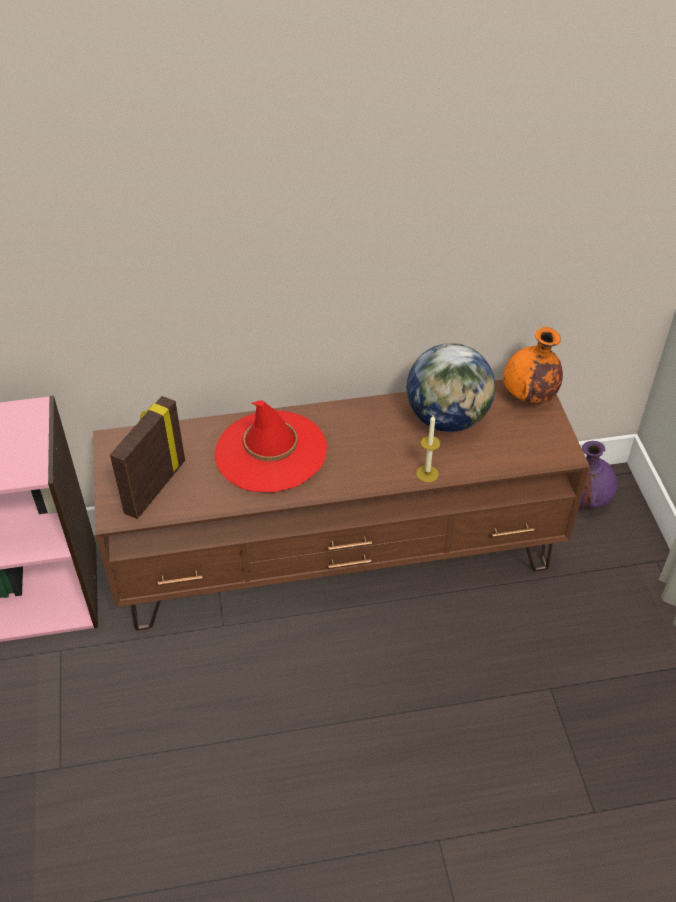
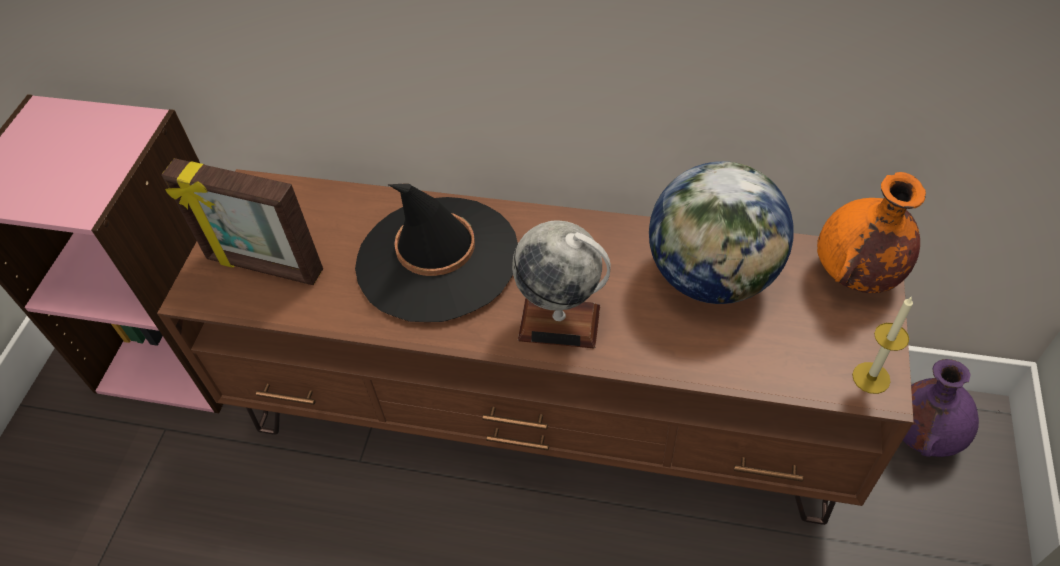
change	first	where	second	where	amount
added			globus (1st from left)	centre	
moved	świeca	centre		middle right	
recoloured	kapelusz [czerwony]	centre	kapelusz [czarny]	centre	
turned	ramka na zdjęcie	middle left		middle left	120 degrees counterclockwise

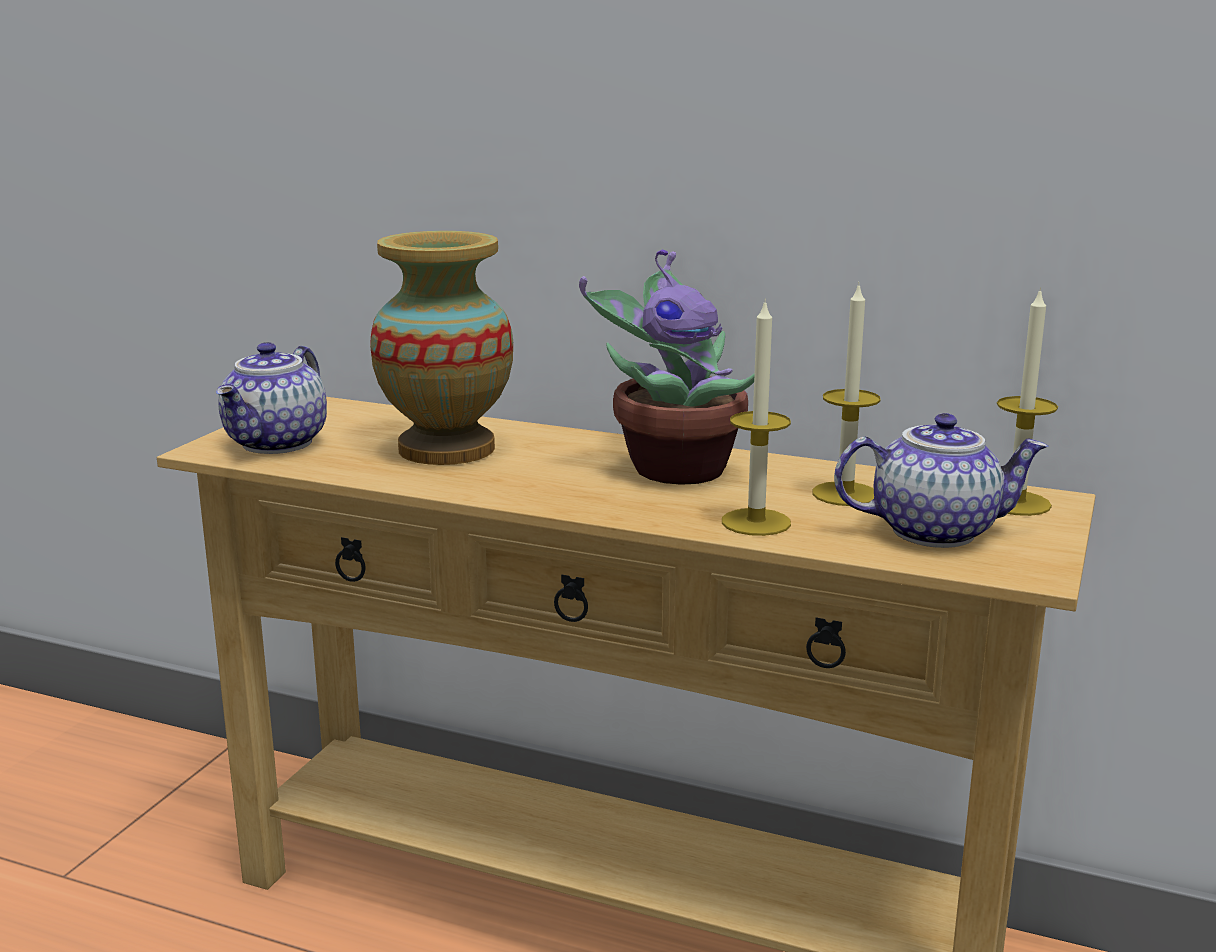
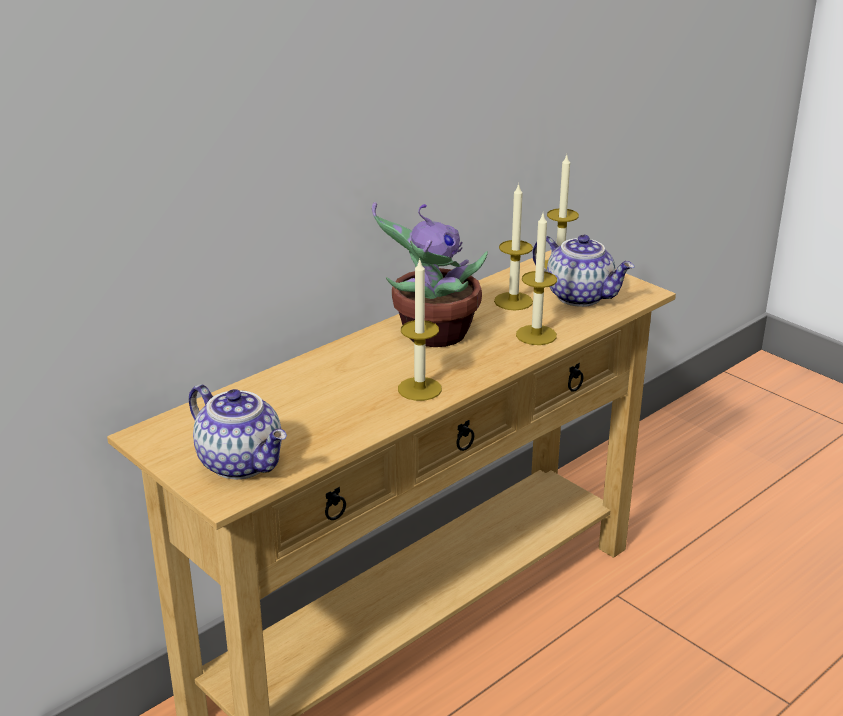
change	first	where	second	where	amount
removed	wazon	centre			
added			świeca (1st from left)	centre	
turned	imbryk (2nd from left)	middle right		middle right	105 degrees clockwise

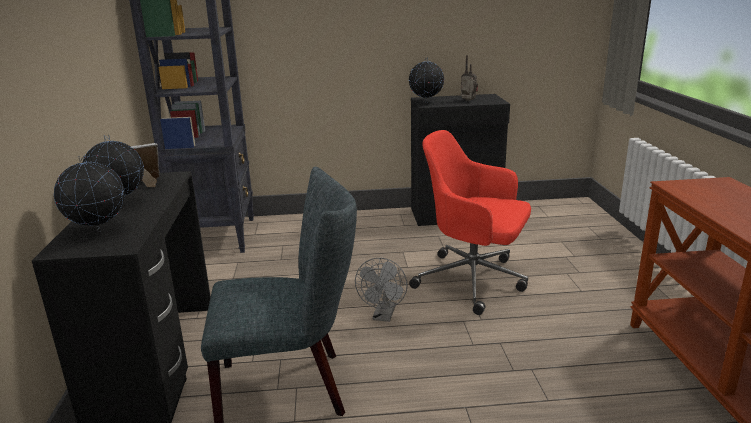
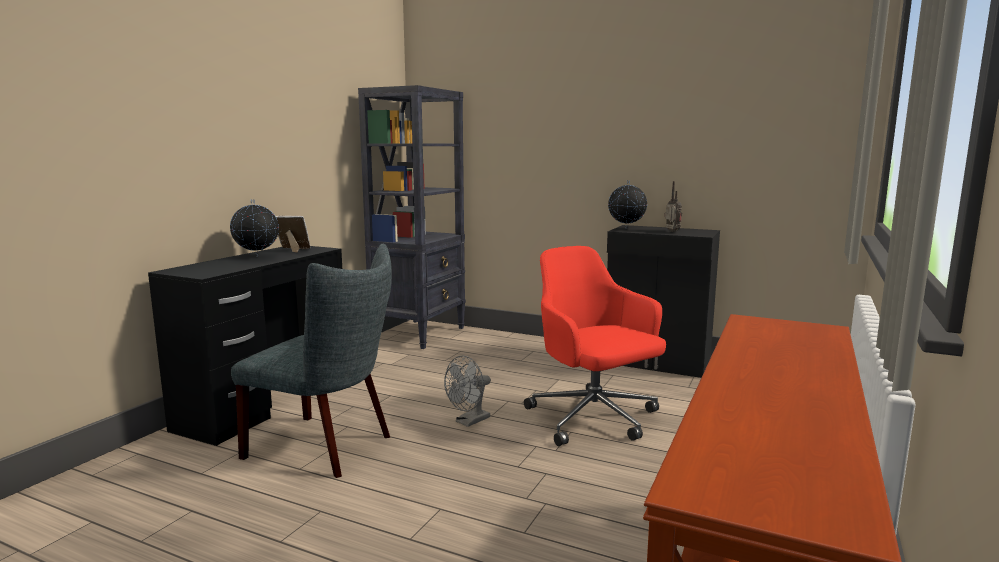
change	first	where	second	where	amount
removed	globus (1st from left)	middle left			

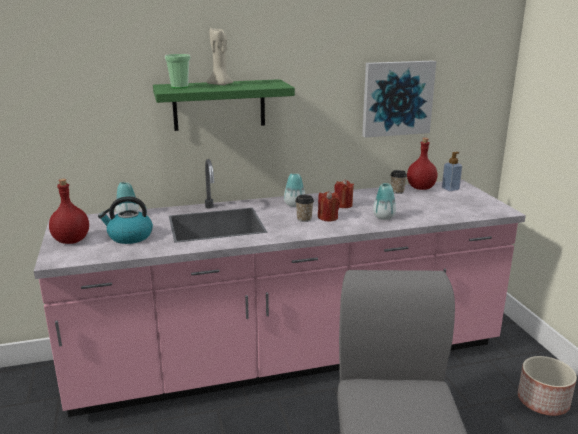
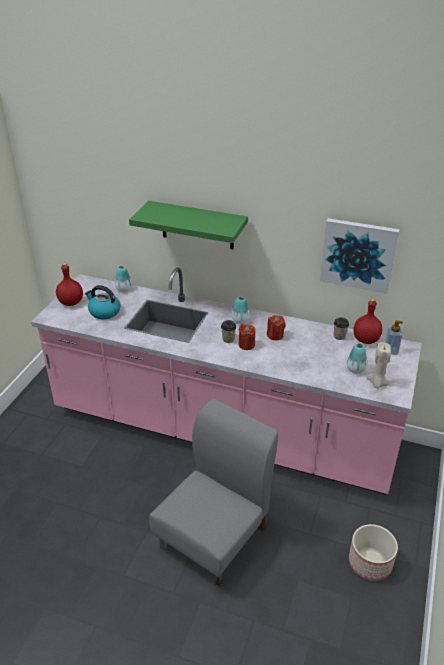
change	first	where	second	where	amount
removed	filiżanka (1st from left)	top left			
moved	świeca [beżowy]	top centre		middle right	
moved	wazon (3rd from left)	centre		middle right	

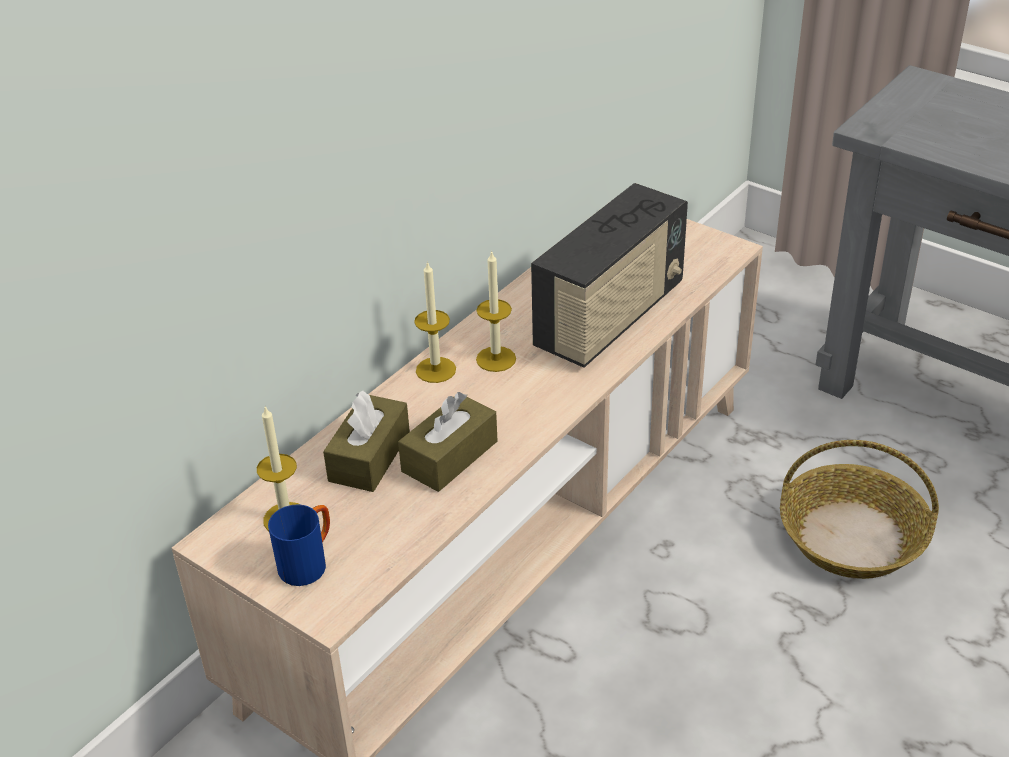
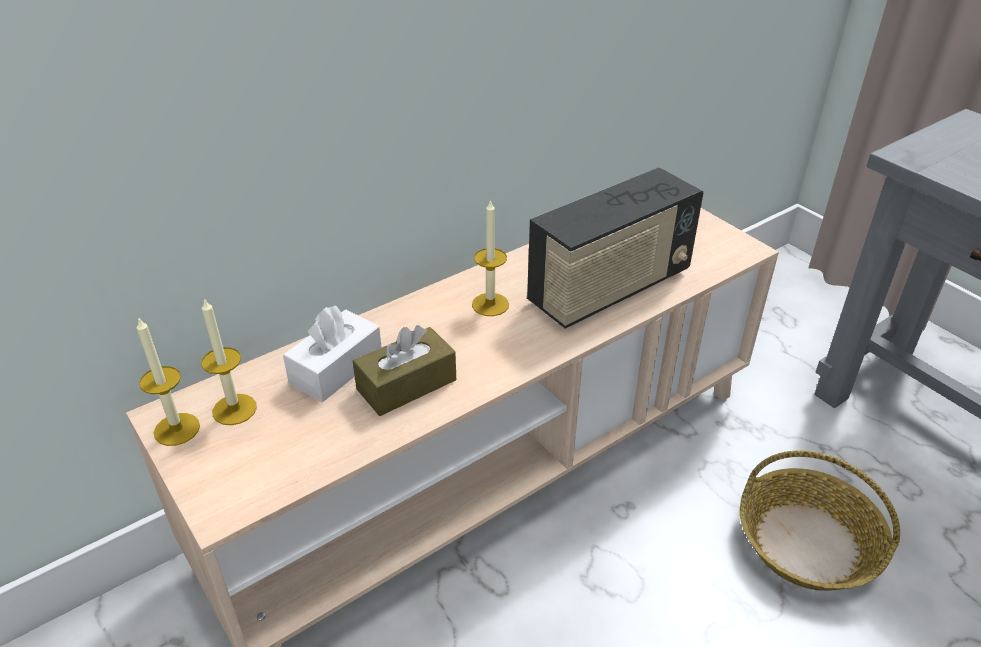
change	first	where	second	where	amount
removed	kubek [niebieski]	bottom left			
moved	świeca (2nd from left in the first image)	centre	świeca (1st from left)	middle left	
recoloured	pudełko chusteczek [brązowy] (1st from left)	centre	pudełko chusteczek [biały]	centre	

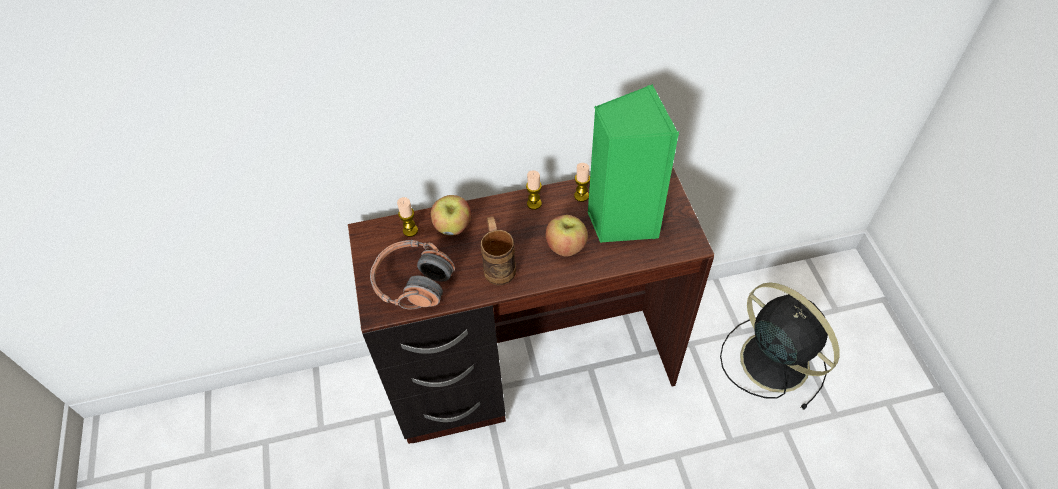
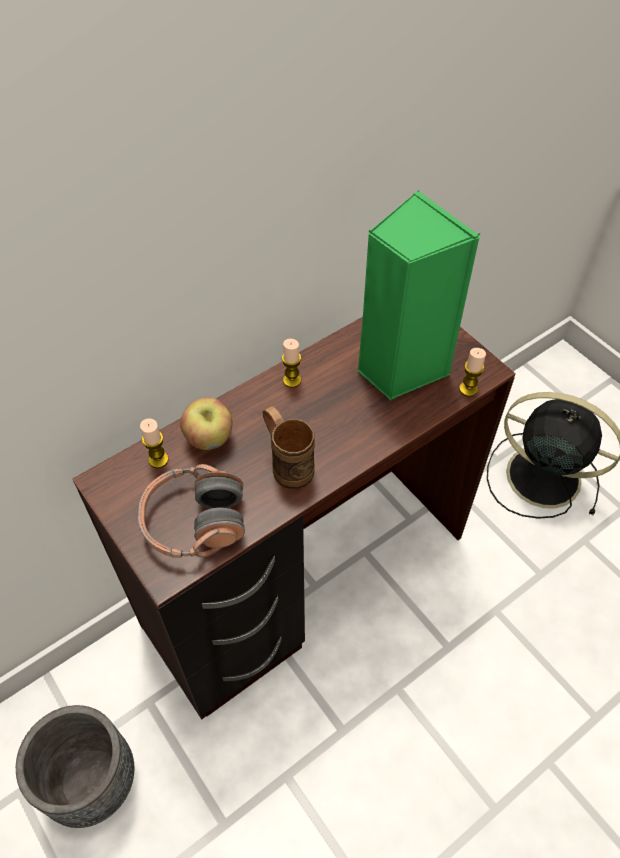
change	first	where	second	where	amount
removed	jabłko (2nd from left)	centre			
added			donica [szary]	bottom left	
moved	świeca (3rd from left)	centre		middle right	

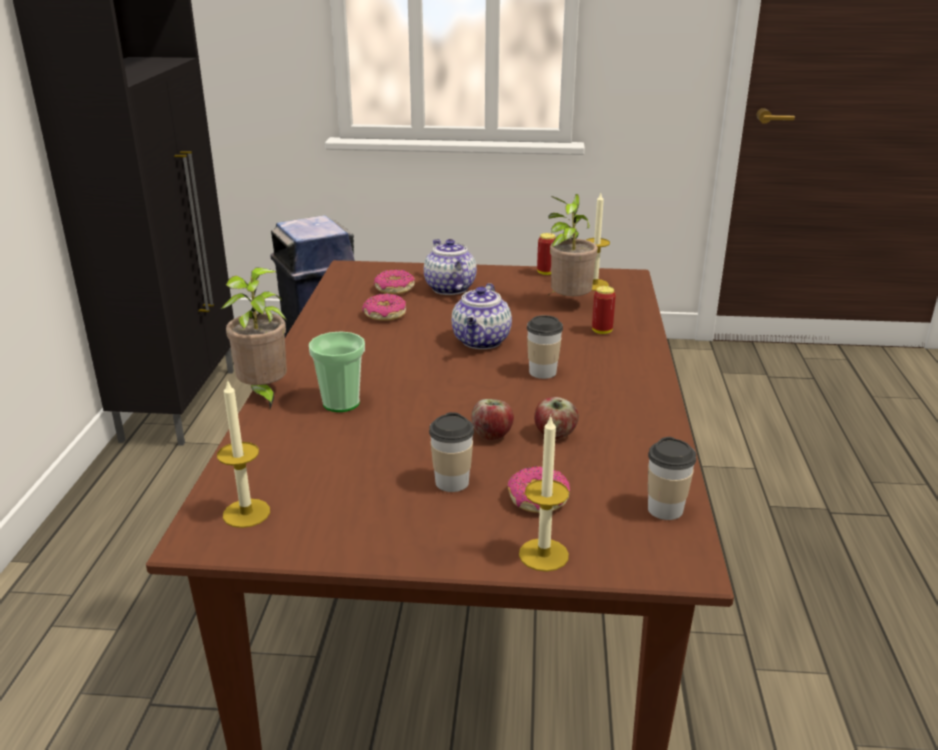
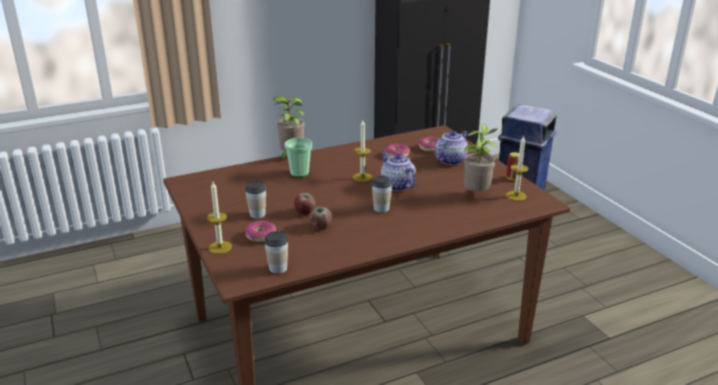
change	first	where	second	where	amount
removed	puszka (2nd from left)	centre			
moved	świeca (1st from left in the first image)	middle left	świeca (2nd from left)	centre	
turned	imbryk (2nd from left in the first image)	centre	imbryk (1st from left)	centre	75 degrees clockwise

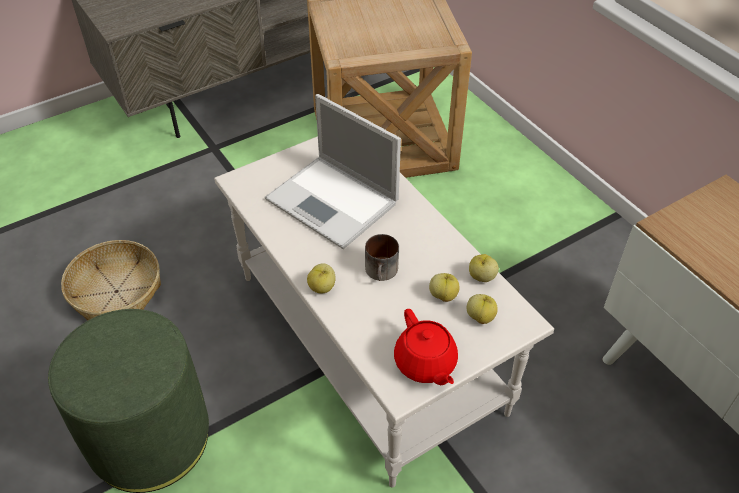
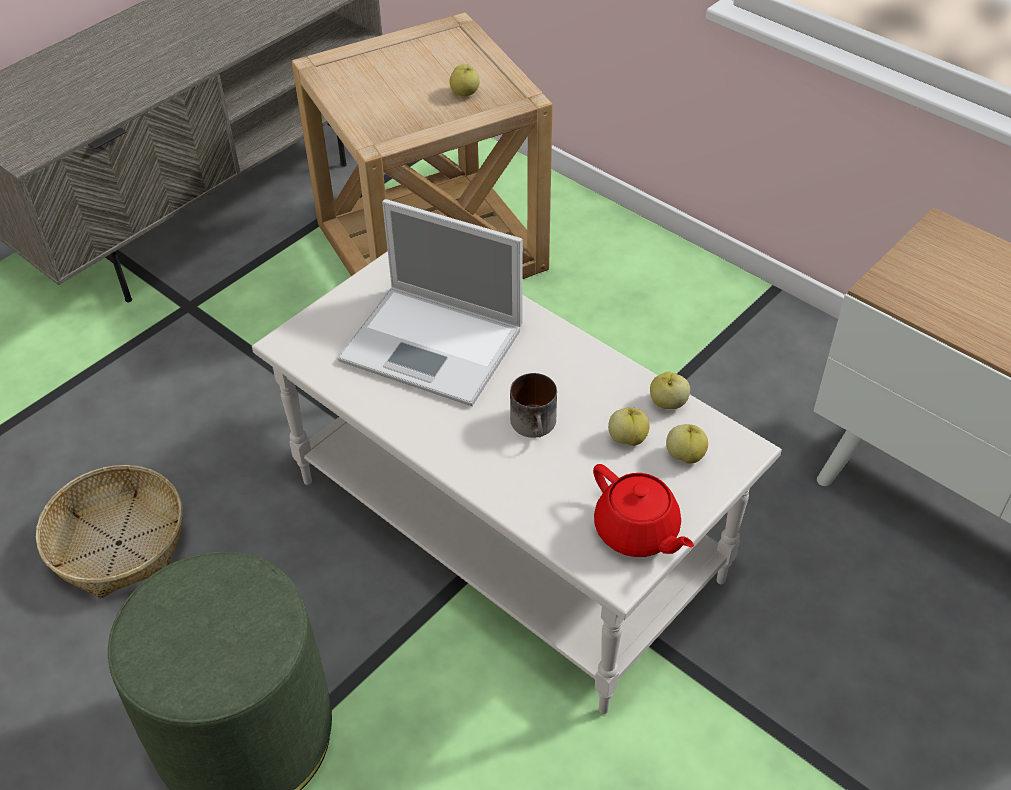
change	first	where	second	where	amount
moved	jabłko (1st from left)	centre		top centre	

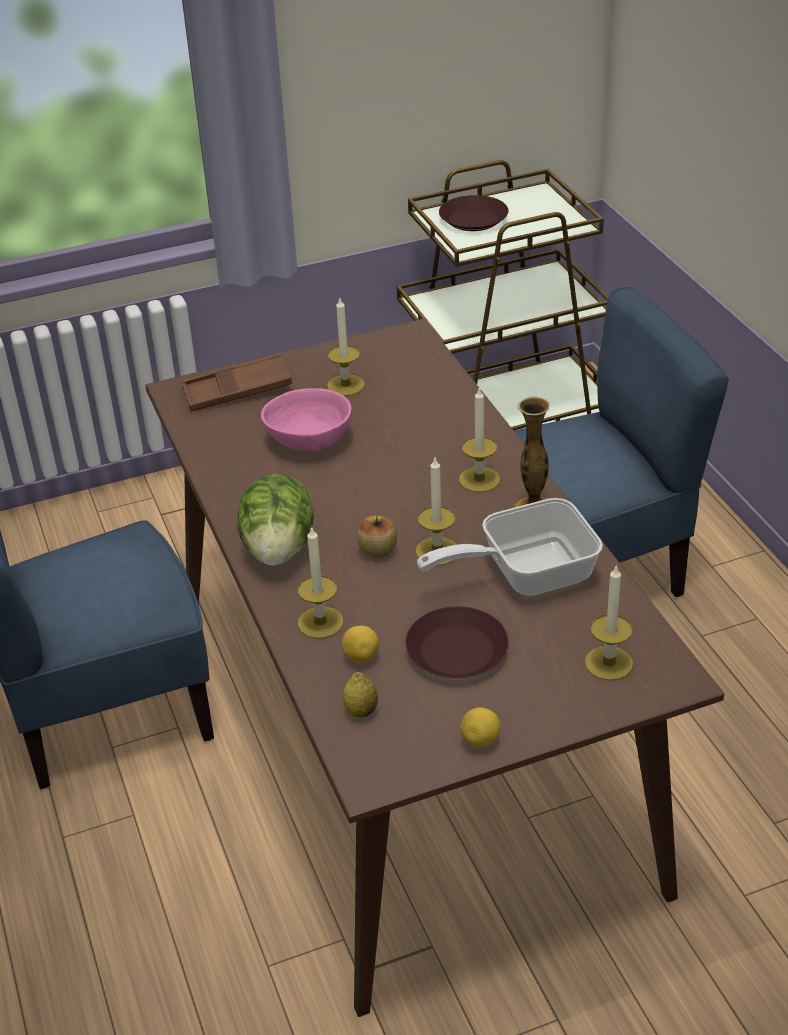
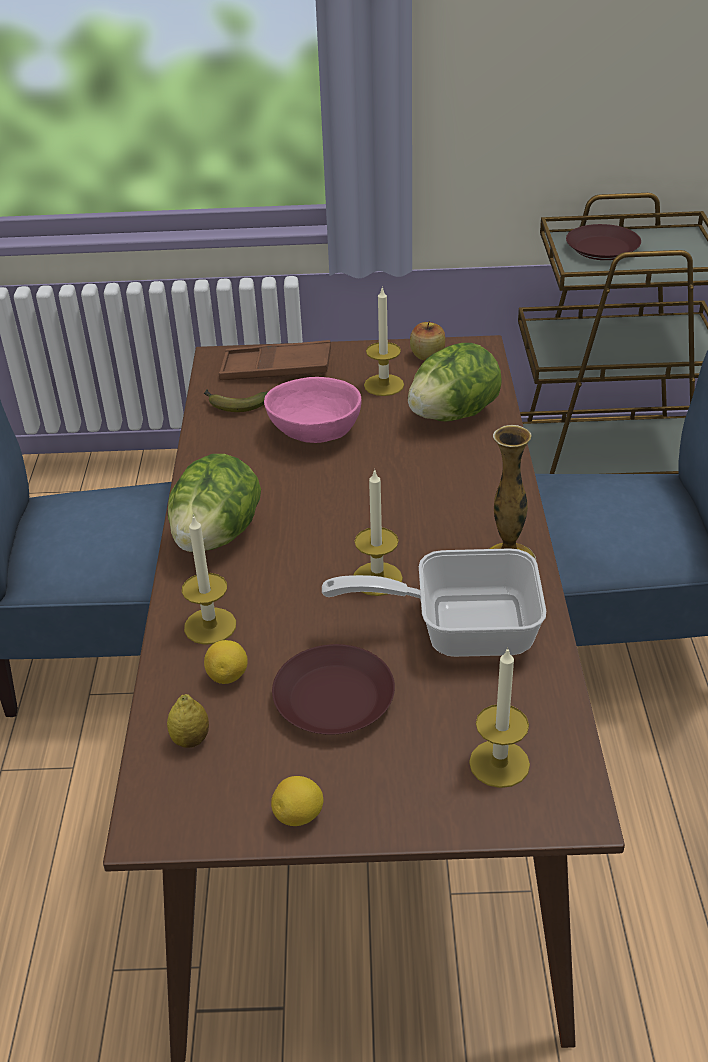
change	first	where	second	where	amount
removed	świeca (4th from left)	centre			
added			banan	centre	
added			sałata (2nd from left)	centre	
moved	jabłko	centre		top centre	

